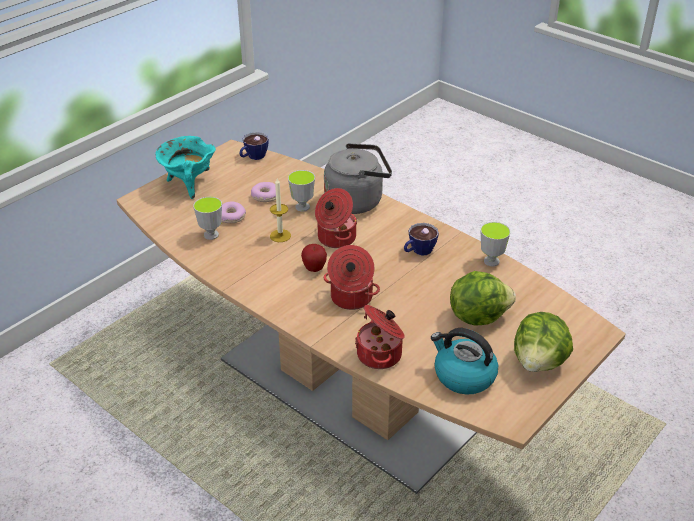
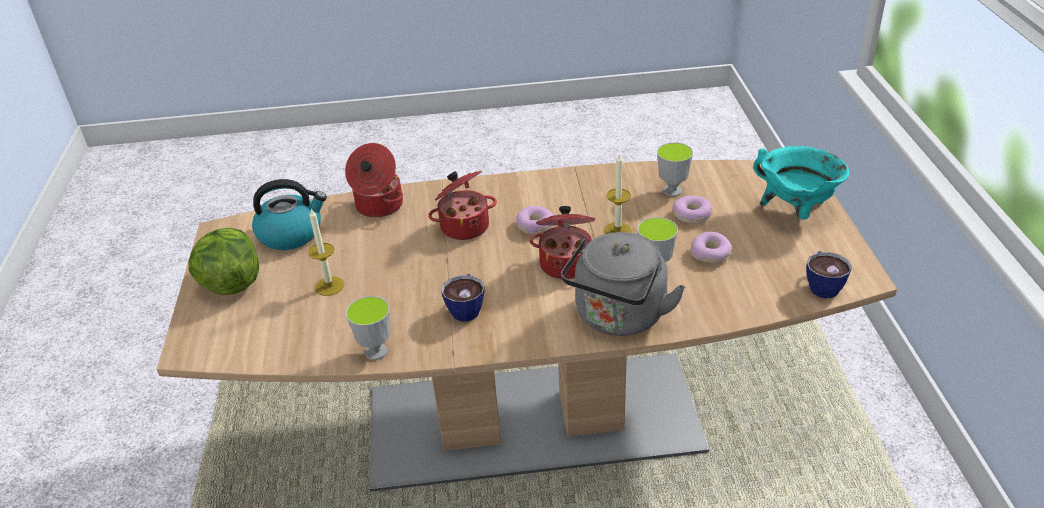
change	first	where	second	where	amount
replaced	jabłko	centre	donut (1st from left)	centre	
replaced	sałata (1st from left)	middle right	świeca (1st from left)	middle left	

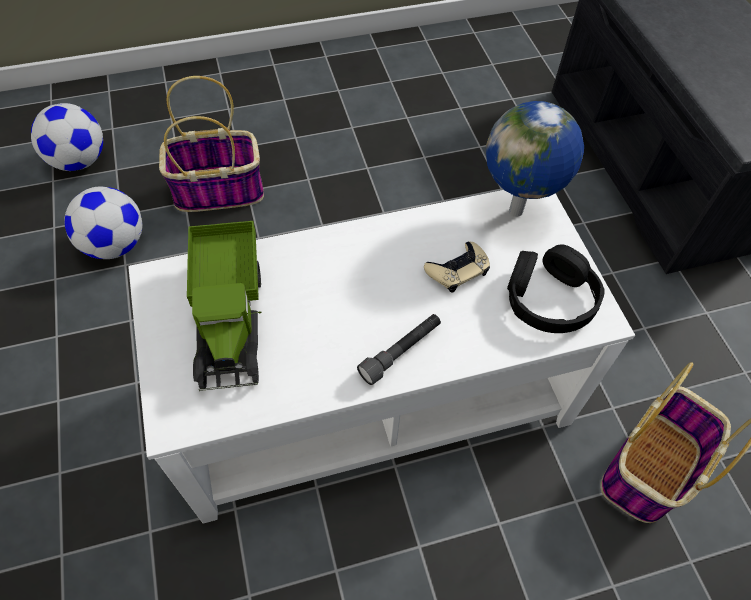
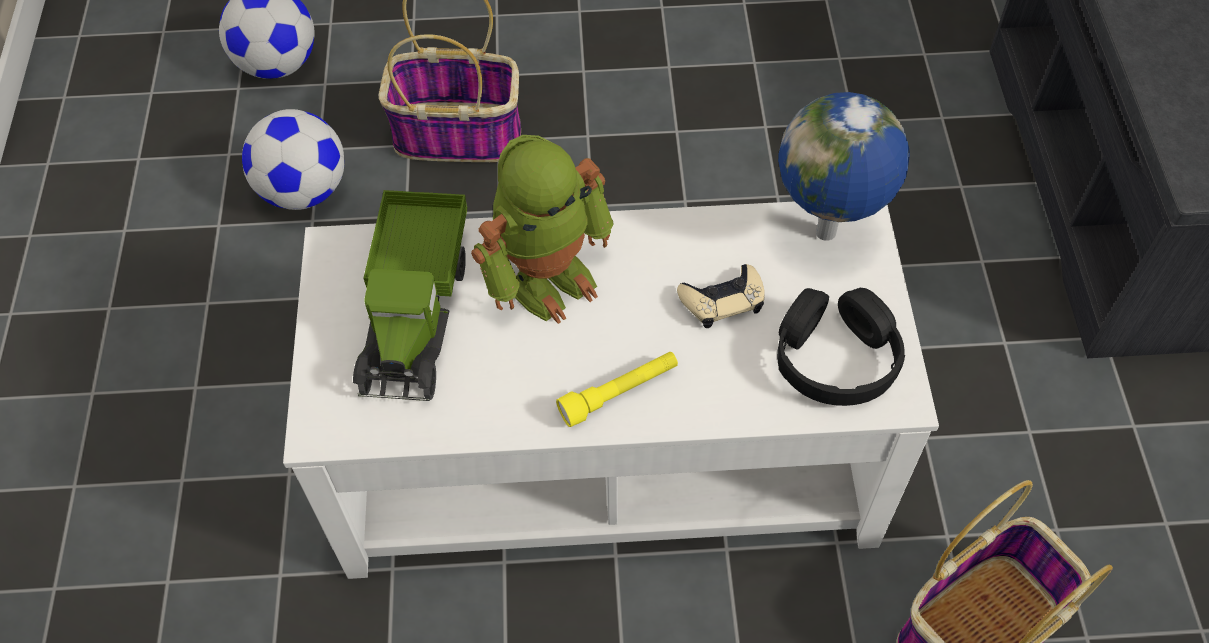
change	first	where	second	where	amount
added			robot zabawkowy	centre	
recoloured	latarka [szary]	centre	latarka [żółty]	centre	

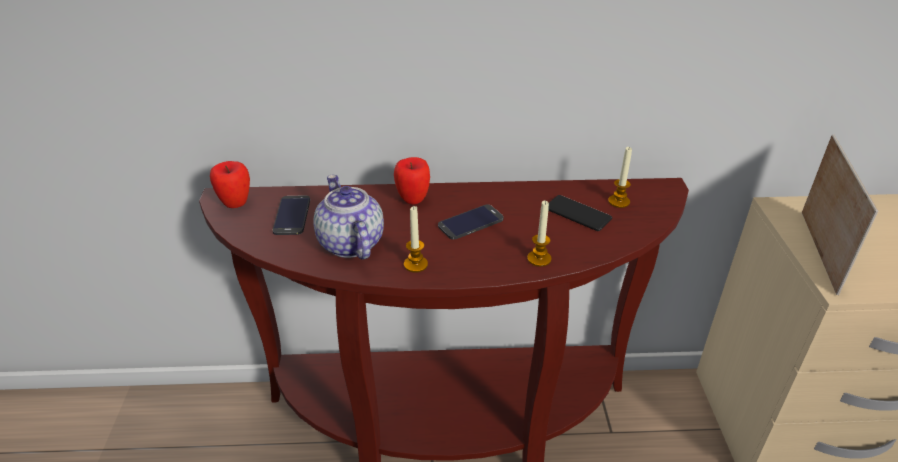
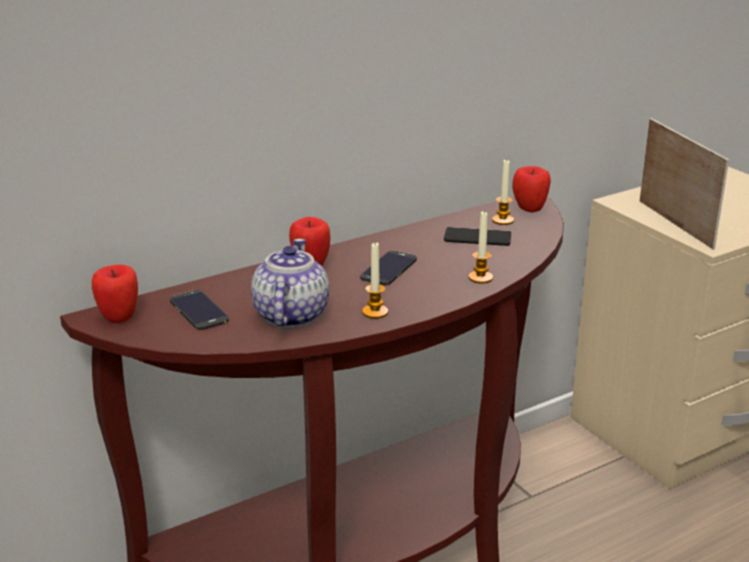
change	first	where	second	where	amount
added			jabłko (3rd from left)	middle right	
turned	imbryk	centre		centre	60 degrees clockwise

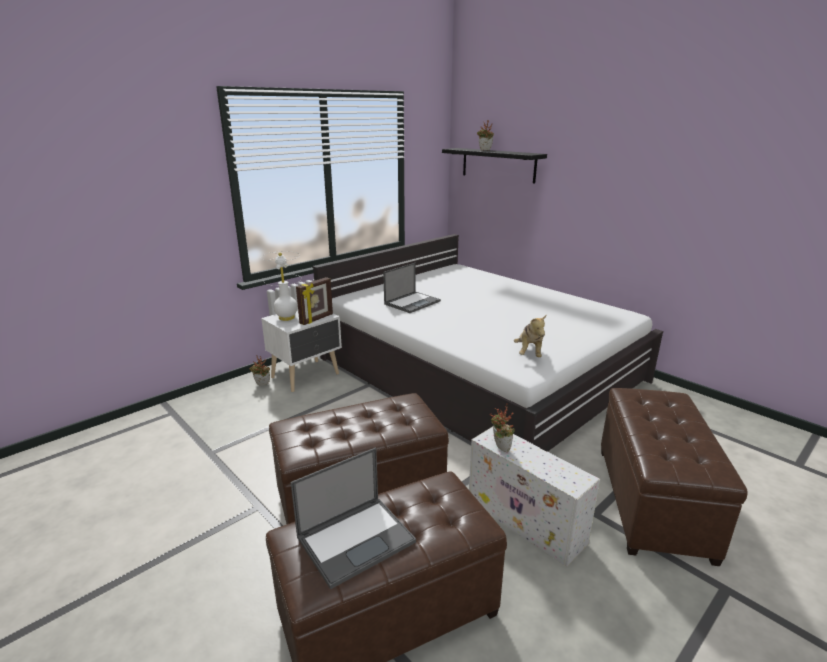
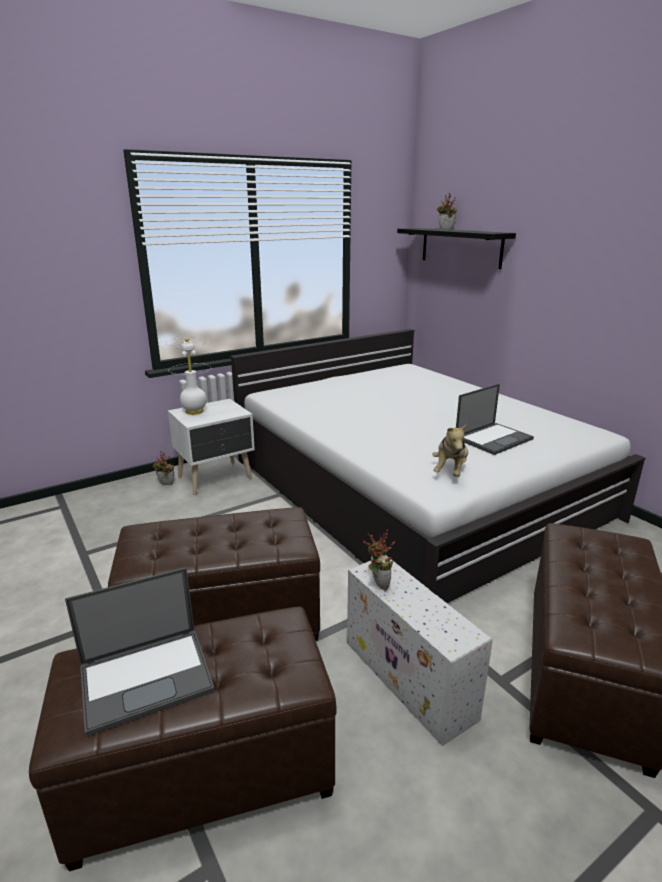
change	first	where	second	where	amount
removed	ramka na zdjęcie	centre			
moved	laptop (2nd from left)	centre		middle right	

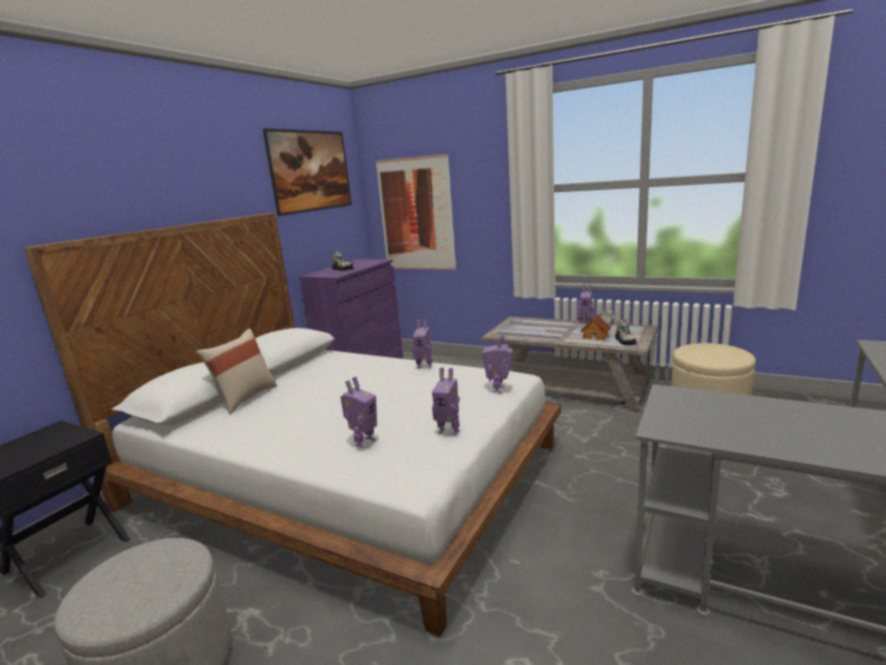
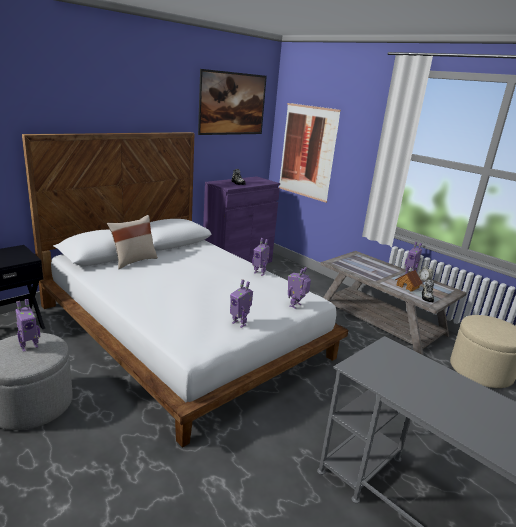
change	first	where	second	where	amount
moved	robot zabawkowy (1st from left)	centre		middle left	

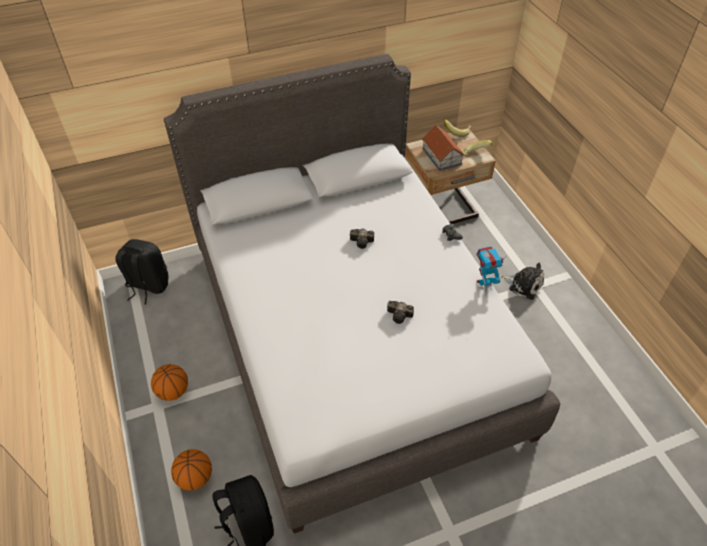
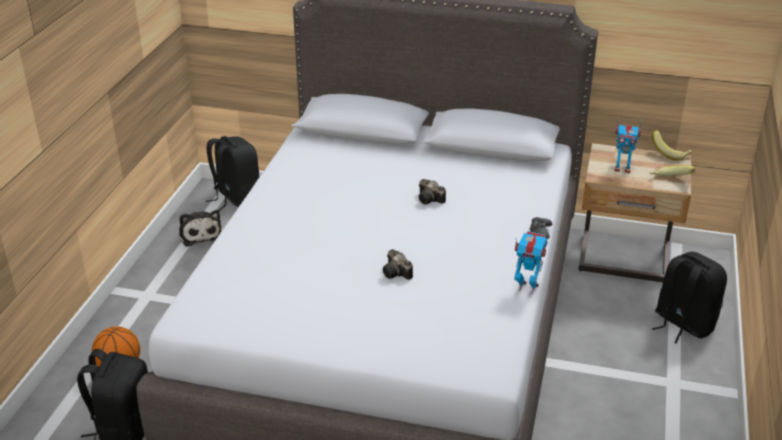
change	first	where	second	where	amount
removed	piłka do koszykówki (1st from left)	bottom left			
added			plecak [czarny] (3rd from left)	bottom right	
moved	pluszak	middle right		middle left	
replaced	domek	top centre	robot zabawkowy (2nd from left)	top right	

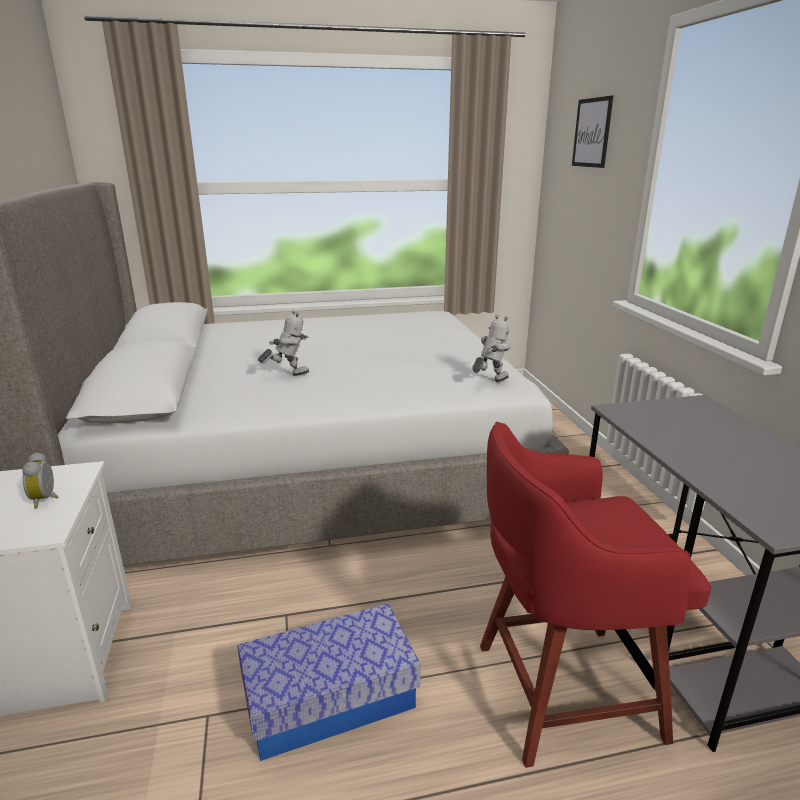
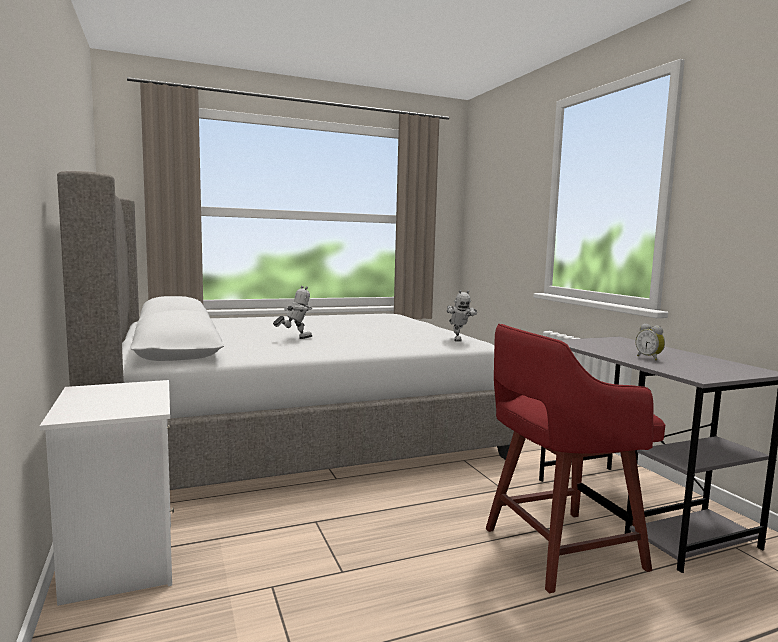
change	first	where	second	where	amount
removed	pojemnik do przechowywania	bottom centre			
removed	obraz	top right			
moved	budzik	middle left		middle right	
turned	robot zabawkowy (2nd from left)	centre		centre	135 degrees clockwise

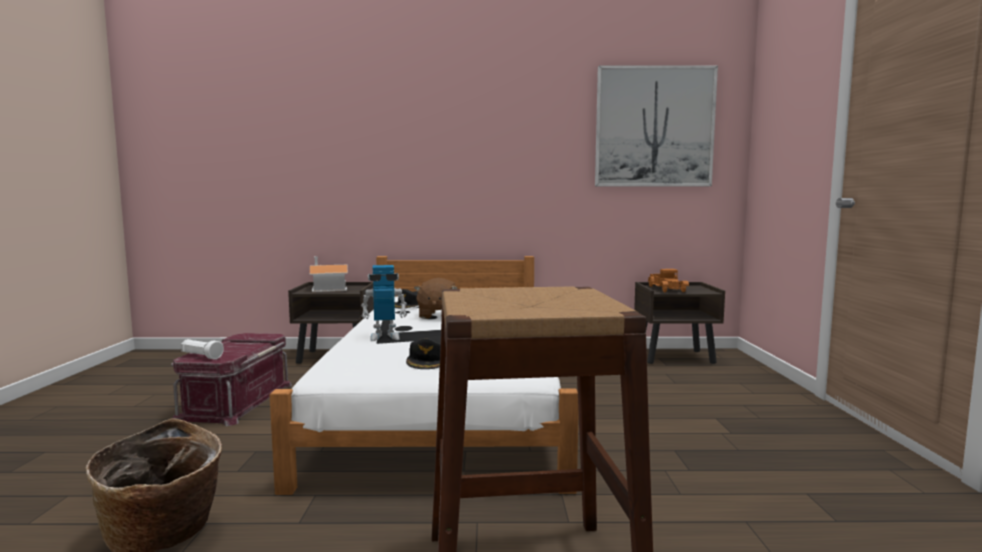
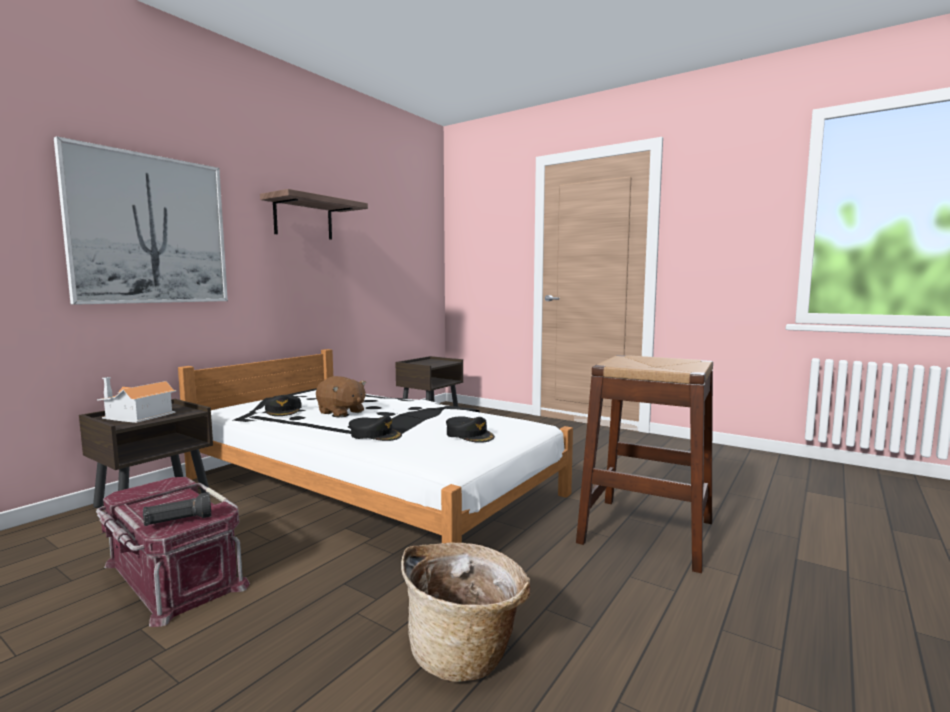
change	first	where	second	where	amount
removed	ciężarówka zabawkowa	middle right			
added			półka	top left	
moved	obraz	top right		top left	
replaced	robot zabawkowy	centre	czapka z daszkiem [czarny] (2nd from left)	centre	
recoloured	latarka [biały]	middle left	latarka [czarny]	bottom left	

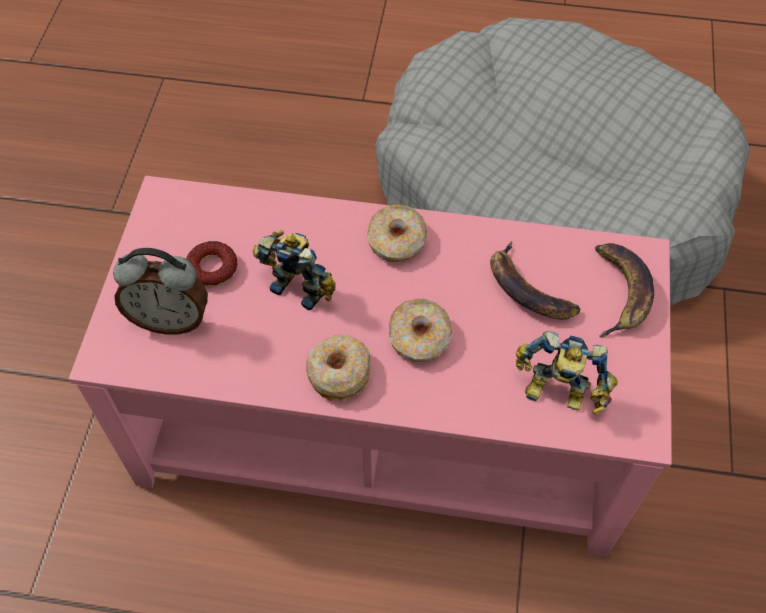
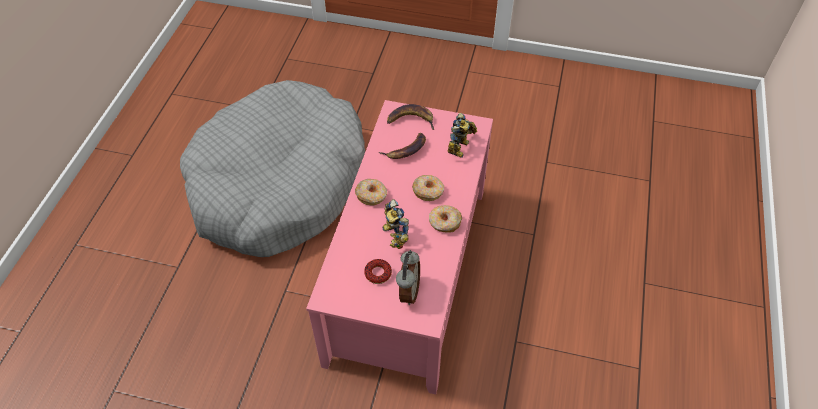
change	first	where	second	where	amount
turned	robot zabawkowy (1st from left)	centre		centre	60 degrees counterclockwise

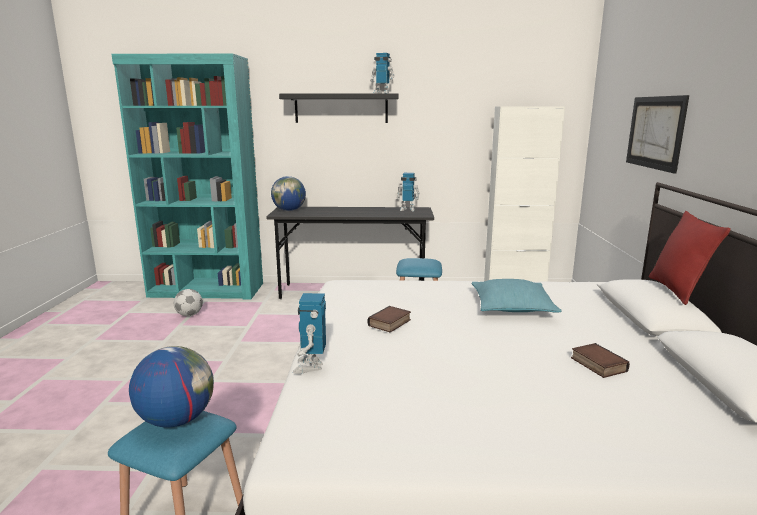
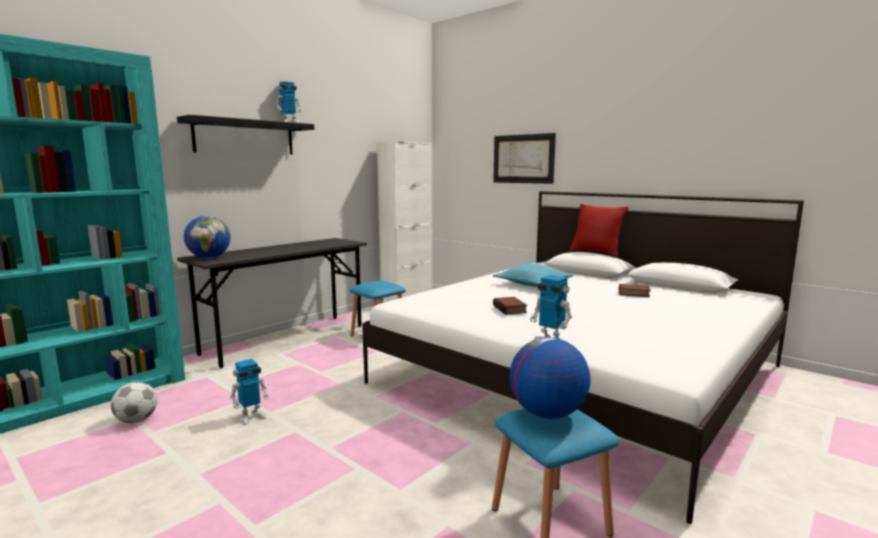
change	first	where	second	where	amount
moved	robot zabawkowy (3rd from left in the first image)	centre	robot zabawkowy (1st from left)	bottom left	

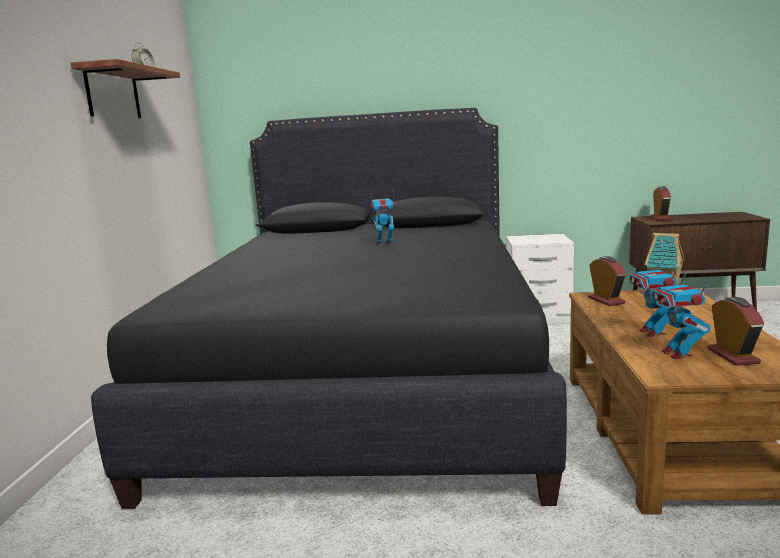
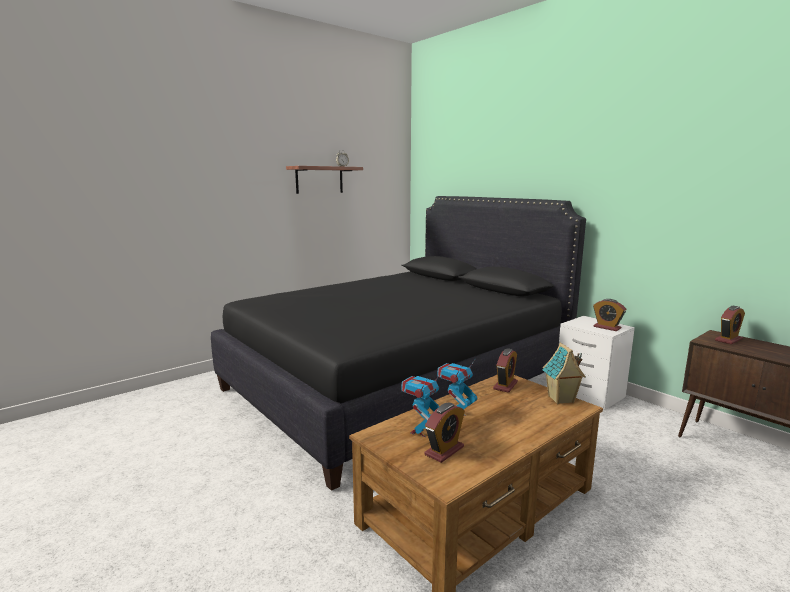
change	first	where	second	where	amount
removed	robot zabawkowy (1st from left)	centre			
added			budzik (4th from left)	middle right	

